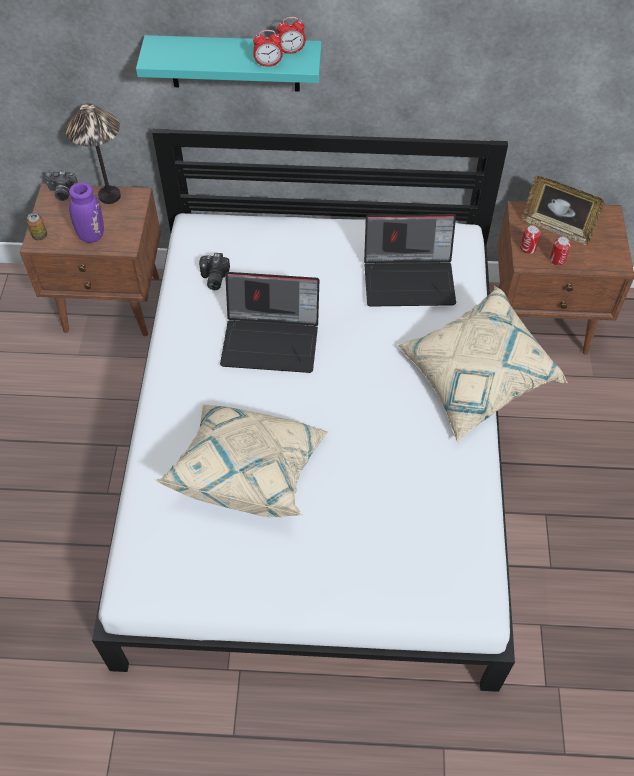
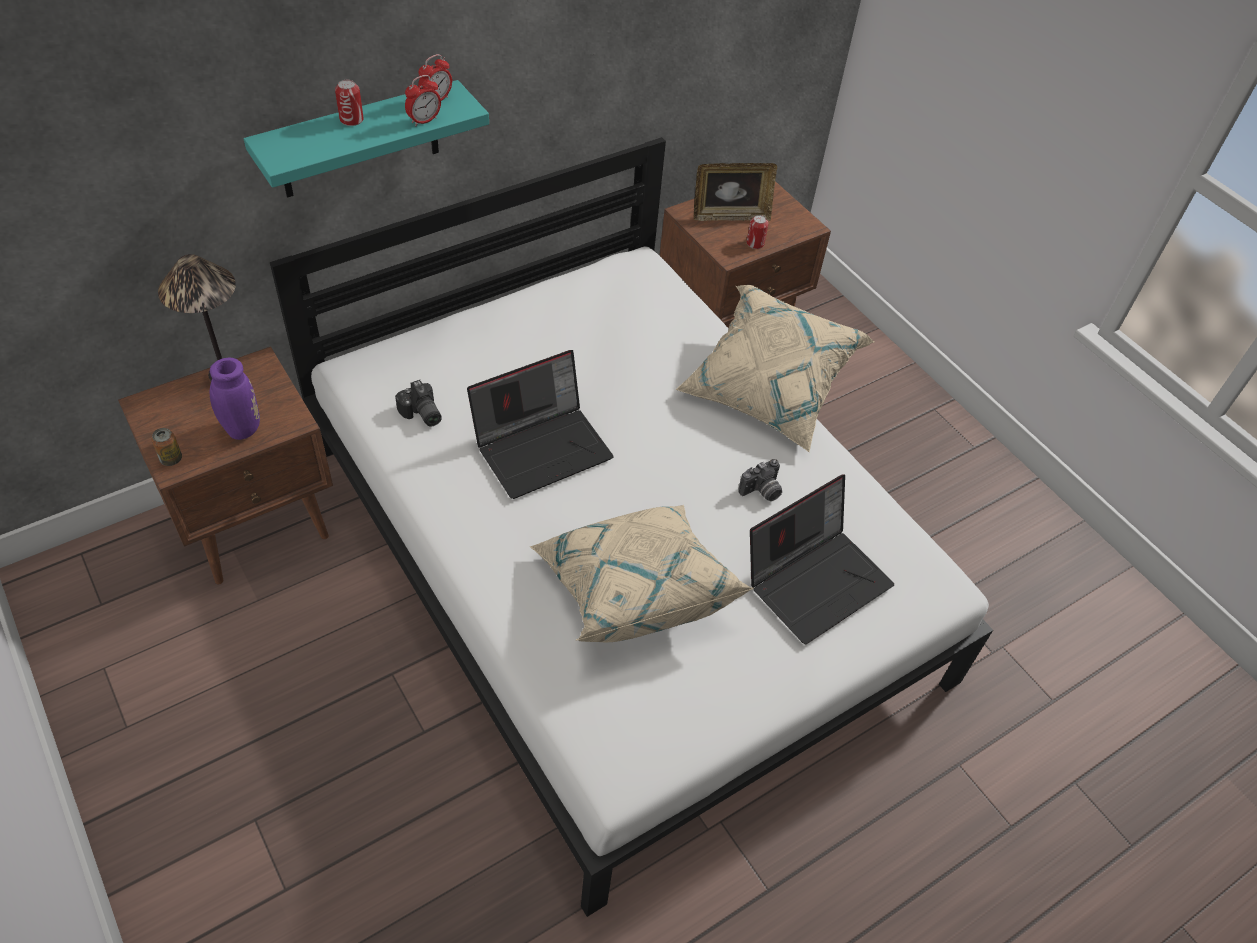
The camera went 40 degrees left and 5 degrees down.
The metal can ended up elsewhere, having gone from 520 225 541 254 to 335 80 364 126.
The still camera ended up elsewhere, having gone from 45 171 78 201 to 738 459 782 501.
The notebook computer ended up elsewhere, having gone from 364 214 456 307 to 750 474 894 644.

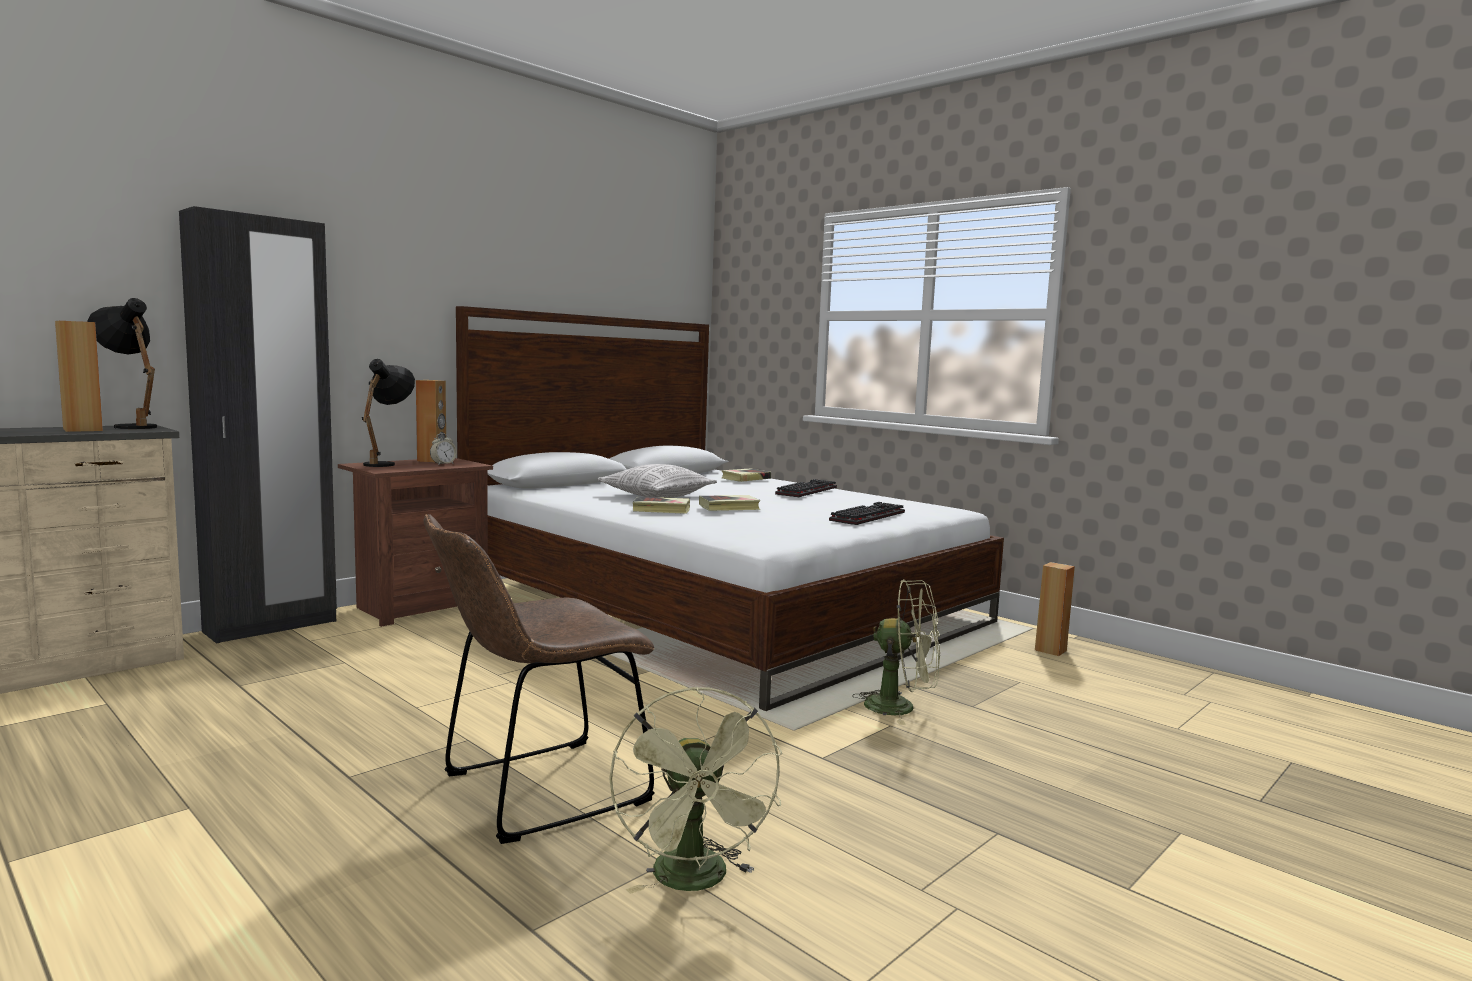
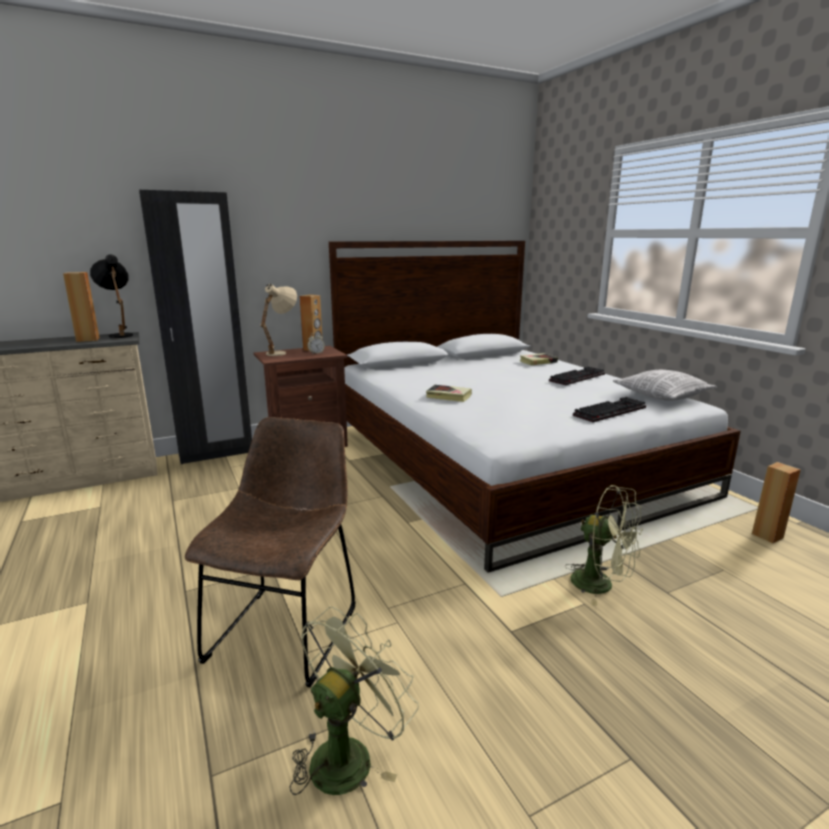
The camera went 20 degrees right and 10 degrees up.
The brownish chair at 424 514 655 844 ended up facing another way, 120 degrees clockwise from before.
What was the black-coloured lamp for a table at 362 359 415 467 turned into the sand-coloured lamp for a table at 261 284 297 356.
The green-coloured cooling fan at 609 686 782 894 ended up facing another way, 150 degrees counterclockwise from before.
The throw pillow ended up elsewhere, having gone from 597 464 717 498 to 613 370 717 401.
The second view lost the book at 699 495 760 511.

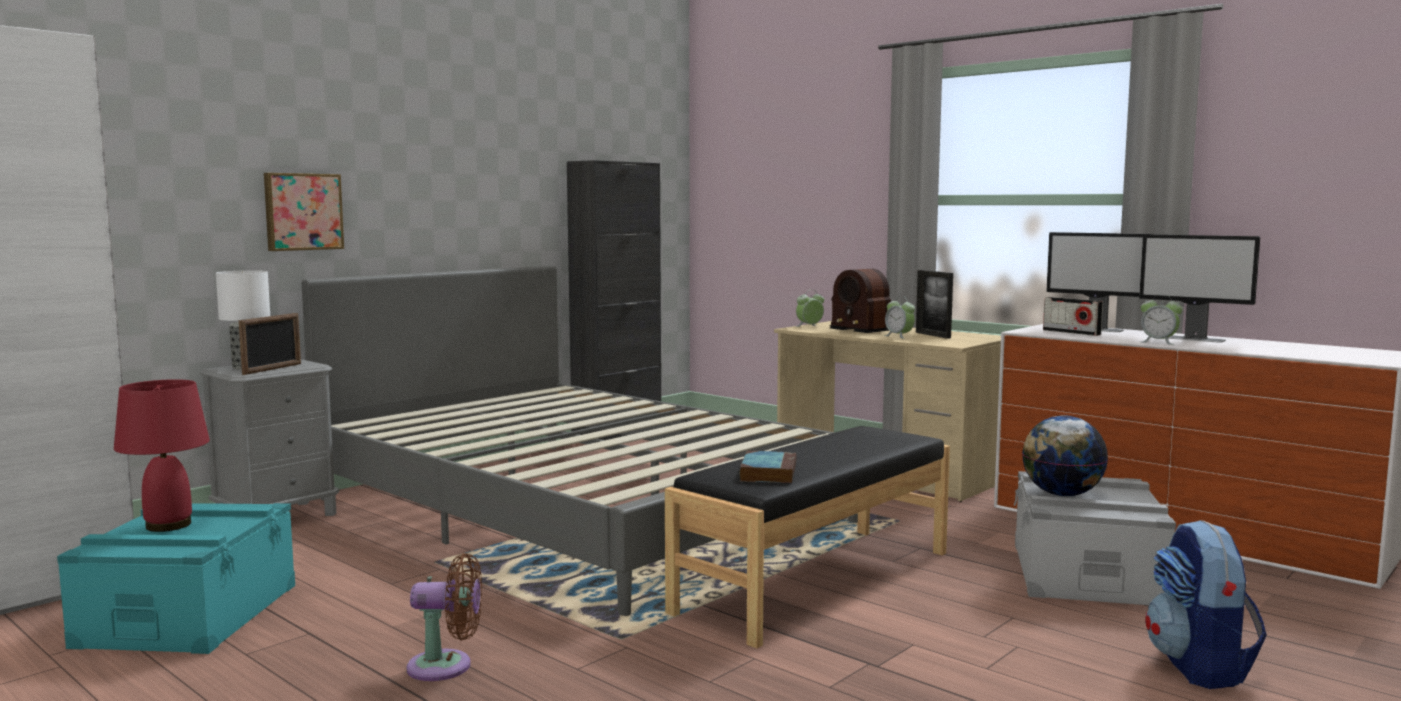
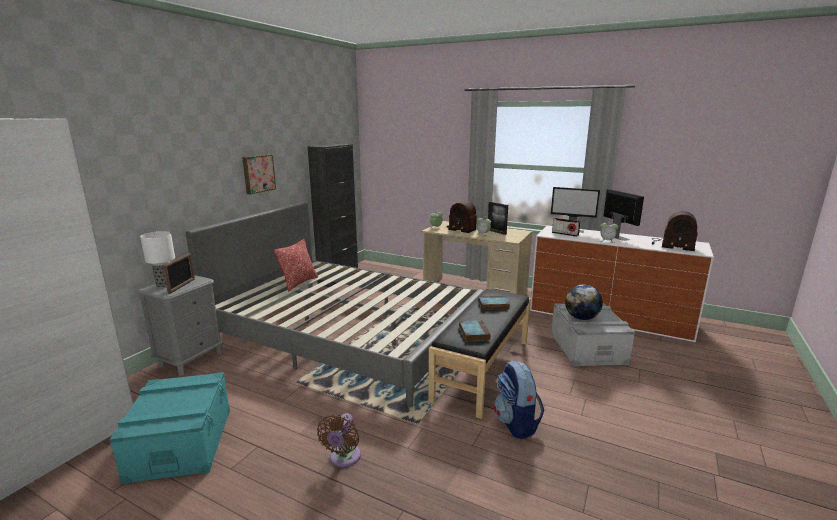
The camera went 15 degrees left and 10 degrees up.
The wall art ended up elsewhere, having gone from 264 173 344 251 to 242 154 276 194.
The second view gained the throw pillow at 274 239 318 292.
The brownish cooling fan at 407 553 482 681 ended up facing another way, 120 degrees clockwise from before.
The second view gained the book at 478 296 510 310.
The backpack ended up elsewhere, having gone from 1145 520 1267 689 to 494 360 544 439.
The monitor at 1139 234 1260 342 ended up facing another way, 135 degrees counterclockwise from before.
The second view gained the radio set at 651 211 698 251.
The second view lost the red lamp for a table at 114 379 210 532.

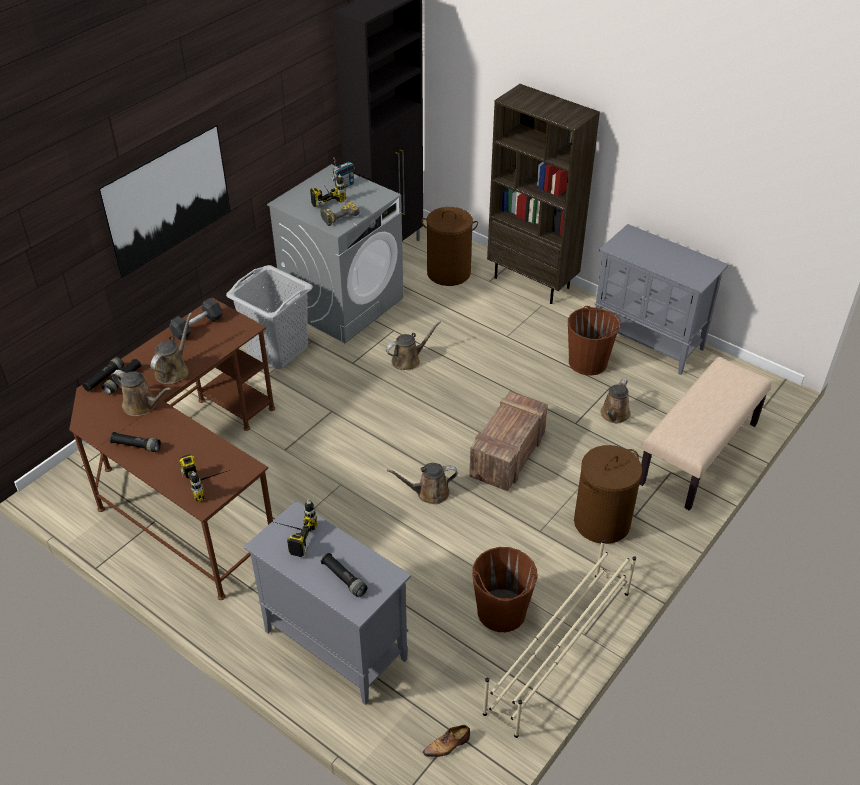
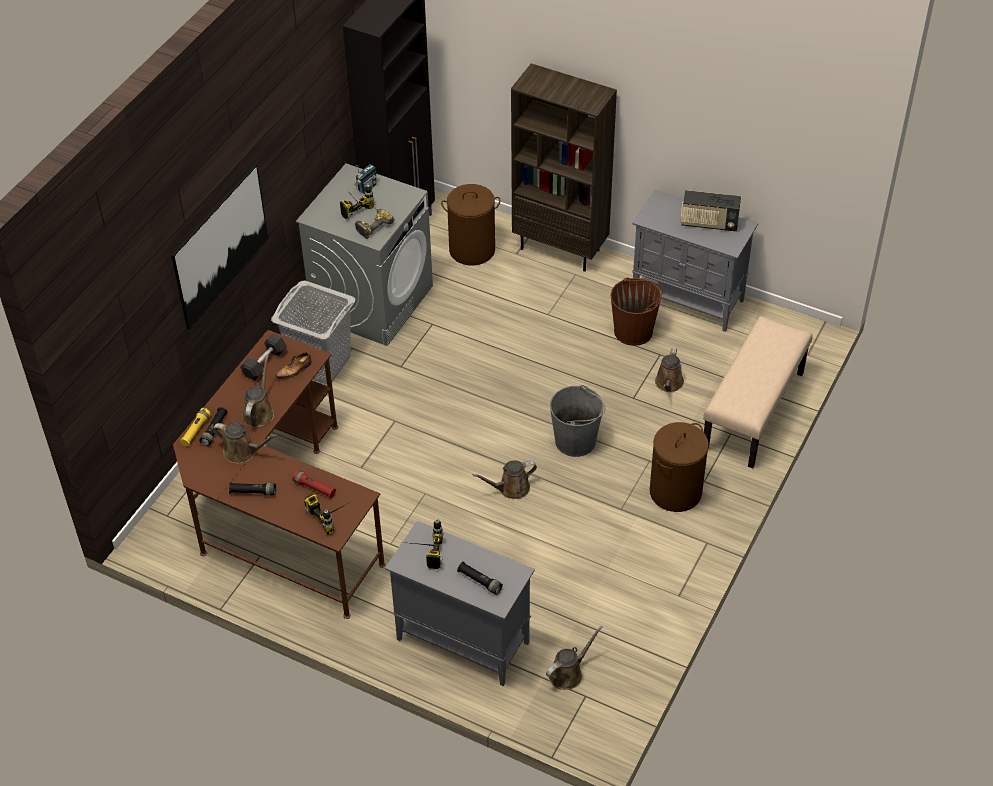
The camera went 10 degrees left and 5 degrees up.
What was the black-coloured flashlight at 82 357 124 392 turned into the yellow flashlight at 180 408 211 446.
The shoe ended up elsewhere, having gone from 423 725 470 757 to 275 352 311 379.
The second view gained the red flashlight at 292 470 336 498.
The brownish sprinkling can ended up elsewhere, having gone from 386 321 441 370 to 546 626 603 690.
Where the crate stood at 469 391 548 491, the grey water bucket came to stand at 550 385 605 457.
The second view gained the radio set at 681 190 741 231.
The second view lost the brownish water bucket at 472 547 538 632.
The second view lost the sand-coloured shoe rack at 483 539 636 738.

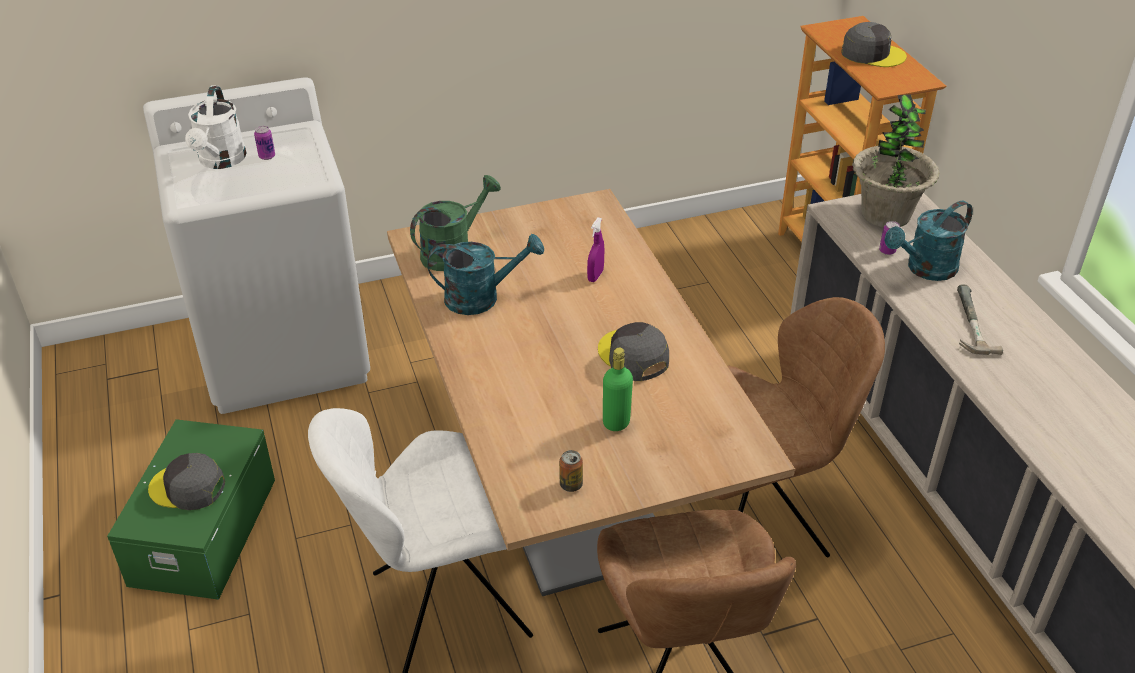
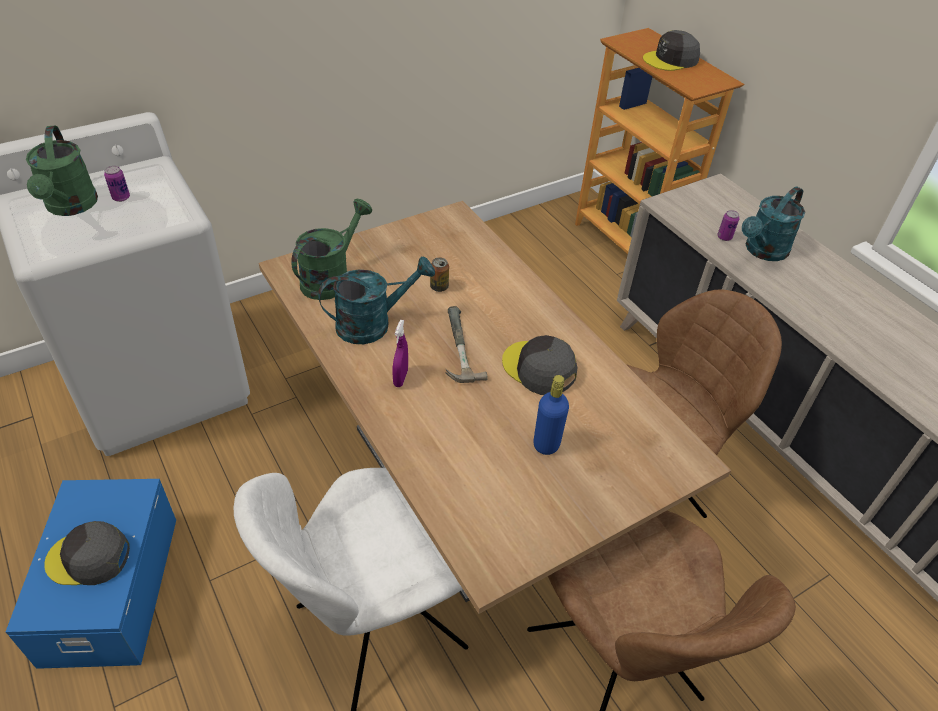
The camera went 15 degrees left and 5 degrees up.
What was the green-coloured storage box at 107 419 275 600 turned into the bluish storage box at 6 479 176 669.
What was the white-coloured sprinkling can at 185 85 247 169 turned into the green-coloured sprinkling can at 26 126 98 216.
The purple-coloured sprayer ended up elsewhere, having gone from 587 217 604 282 to 393 320 408 387.
The metal can ended up elsewhere, having gone from 559 450 583 492 to 430 258 449 292.
The hammer ended up elsewhere, having gone from 957 285 1003 355 to 445 306 488 383.
What was the green-coloured beverage bottle at 603 348 633 431 turned into the bluish beverage bottle at 533 375 569 455.
The grey baseball cap at 841 22 907 67 ended up facing another way, 150 degrees clockwise from before.
The second view lost the houseplant at 852 95 939 227.

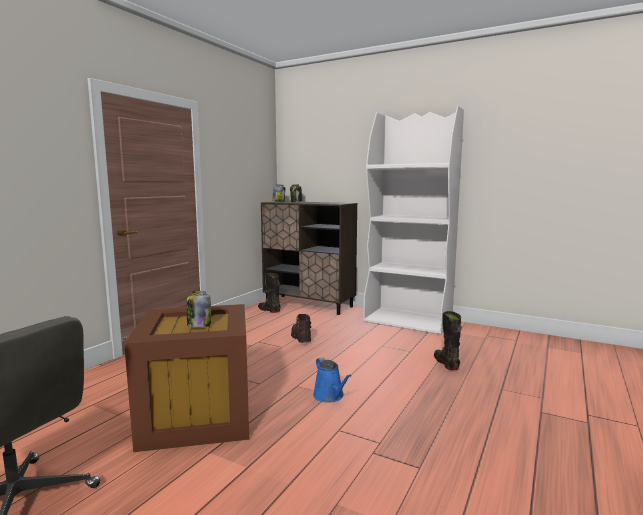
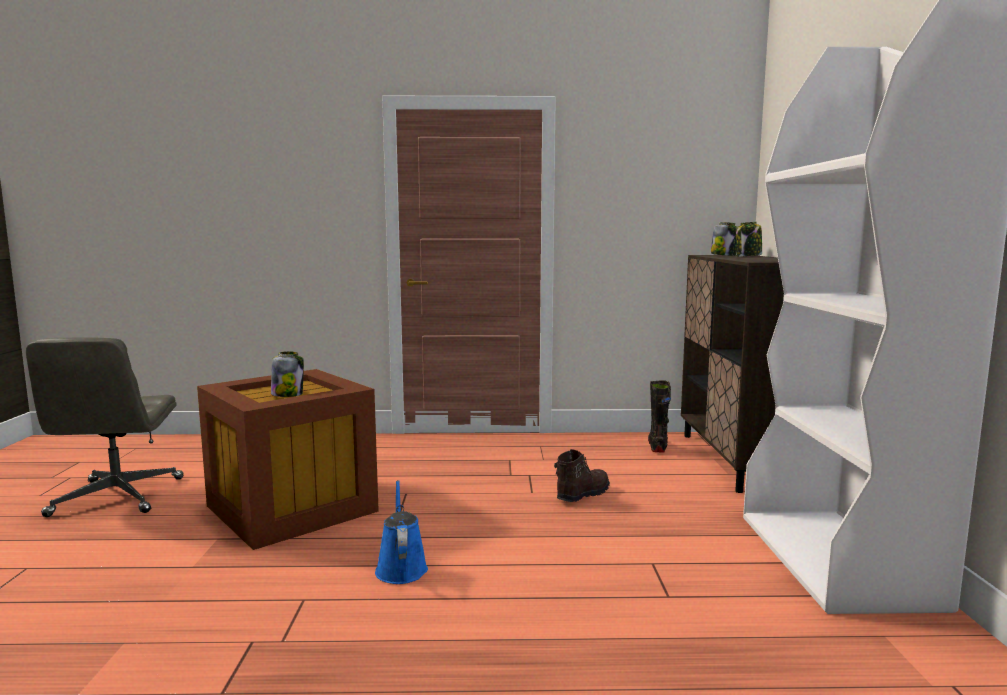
The camera went 60 degrees right and 0 degrees up.
The bluish sprinkling can at 313 357 351 403 ended up facing another way, 135 degrees clockwise from before.
The second view lost the black-coloured boot at 434 311 462 370.

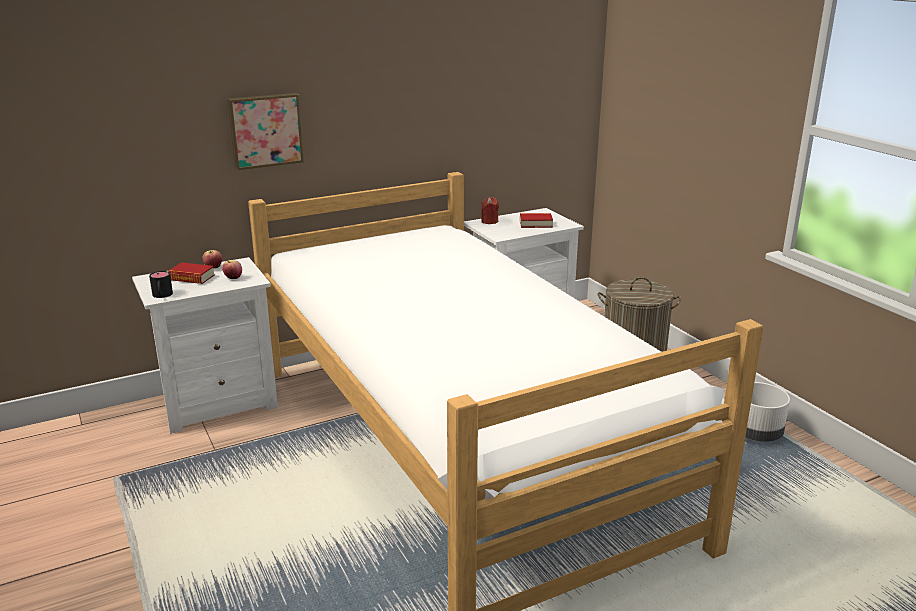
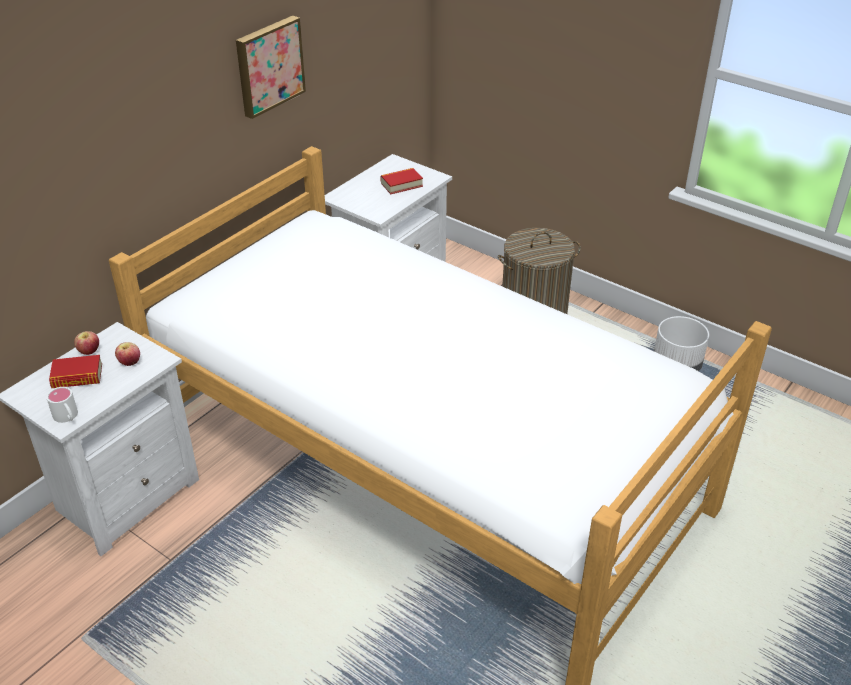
The camera went 25 degrees left and 15 degrees up.
What was the black-coloured coffee mug at 149 271 173 298 turned into the white-coloured coffee mug at 46 387 78 423.
The wall art ended up elsewhere, having gone from 227 93 304 170 to 236 16 306 119.
The second view lost the red wax candle at 481 197 499 224.

